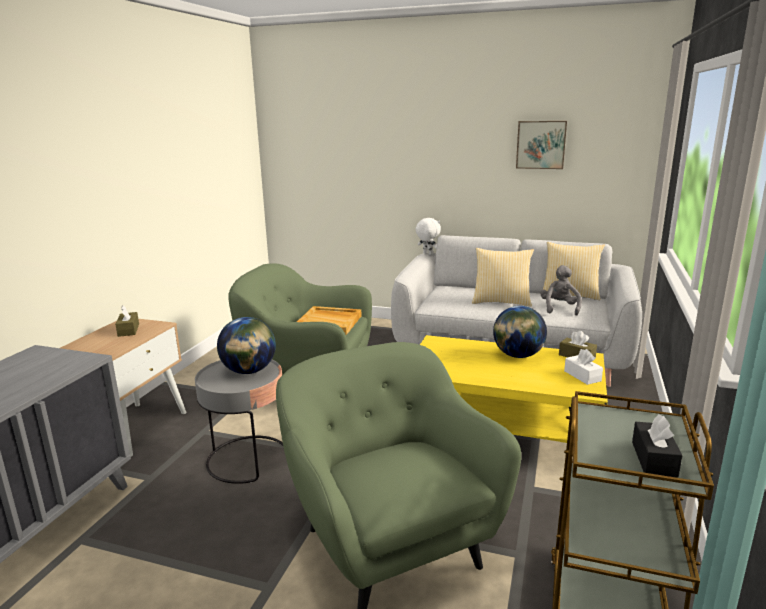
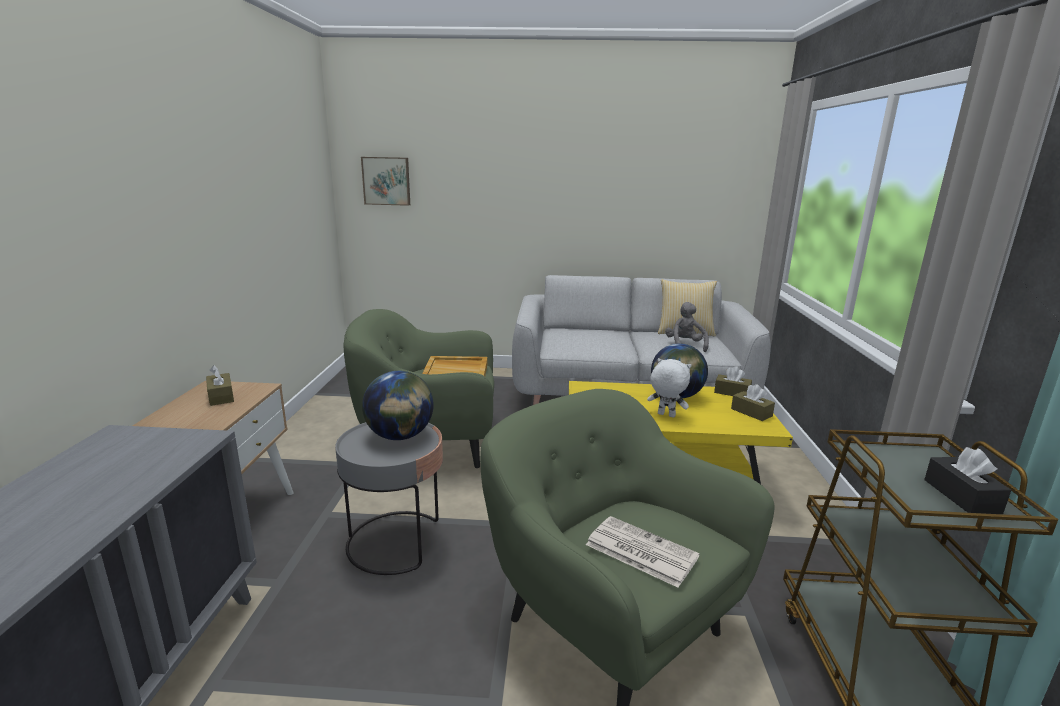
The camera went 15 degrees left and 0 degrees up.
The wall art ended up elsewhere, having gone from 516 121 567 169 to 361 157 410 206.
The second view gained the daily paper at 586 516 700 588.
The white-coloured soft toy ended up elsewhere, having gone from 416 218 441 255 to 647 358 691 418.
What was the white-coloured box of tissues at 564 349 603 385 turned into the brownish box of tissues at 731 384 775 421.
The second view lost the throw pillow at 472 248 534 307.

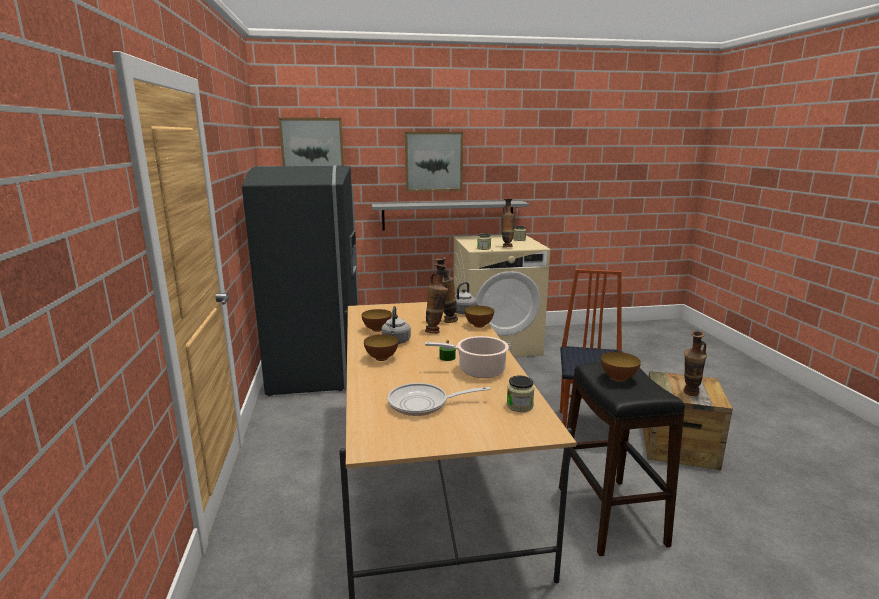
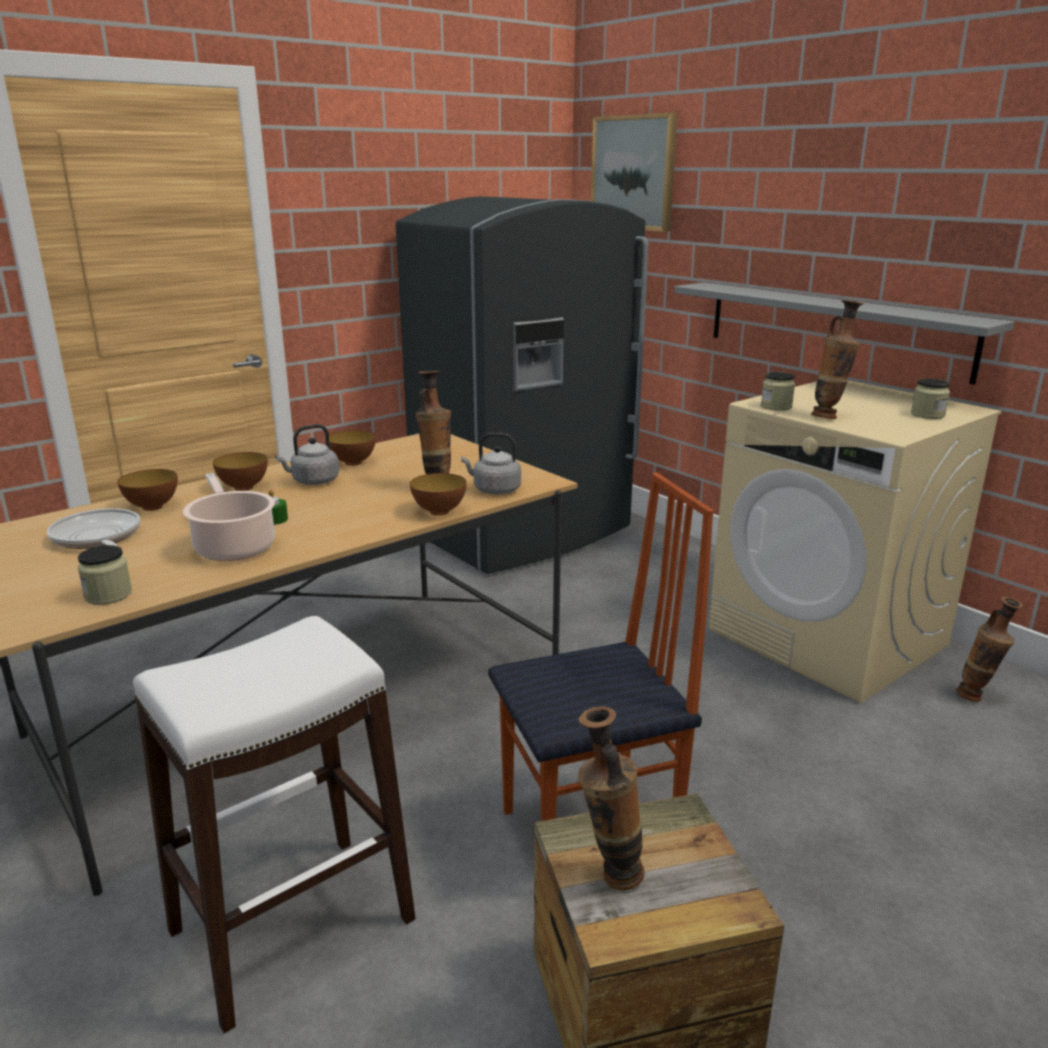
The camera went 60 degrees right and 5 degrees up.
The deep dish ended up elsewhere, having gone from 601 352 641 382 to 117 469 178 511.
What was the black-coloured stool at 559 362 685 556 turned into the white-coloured stool at 133 616 416 1033.
The vase ended up elsewhere, having gone from 425 264 448 334 to 956 597 1023 702.
The second view lost the wall art at 405 132 463 192.

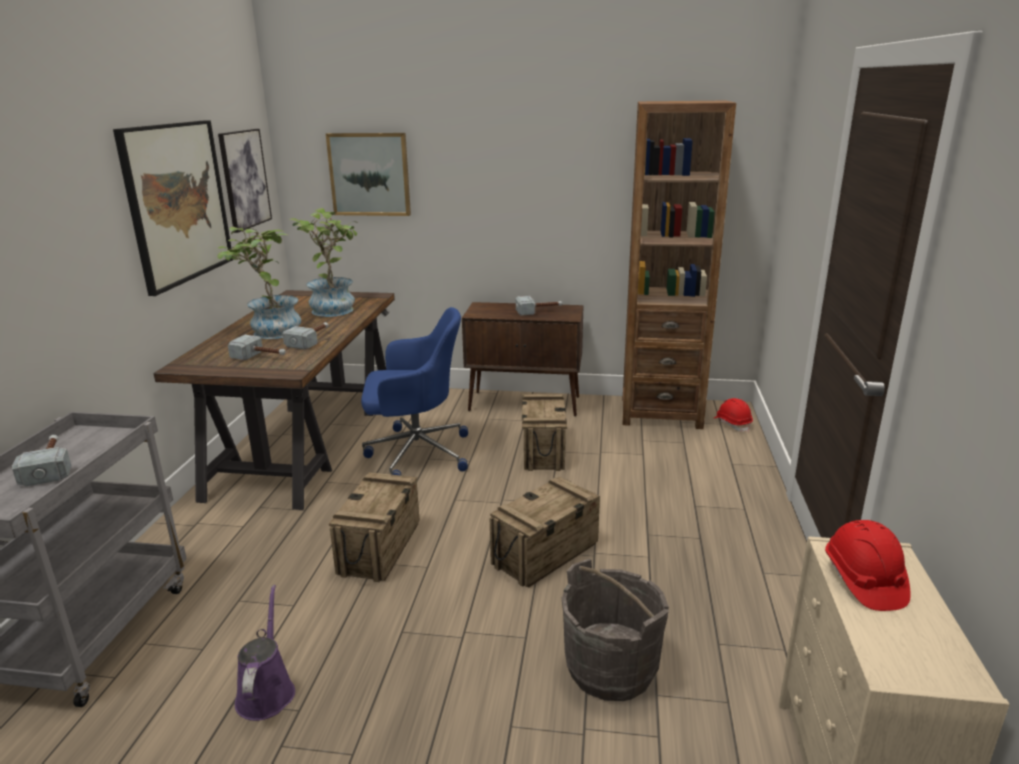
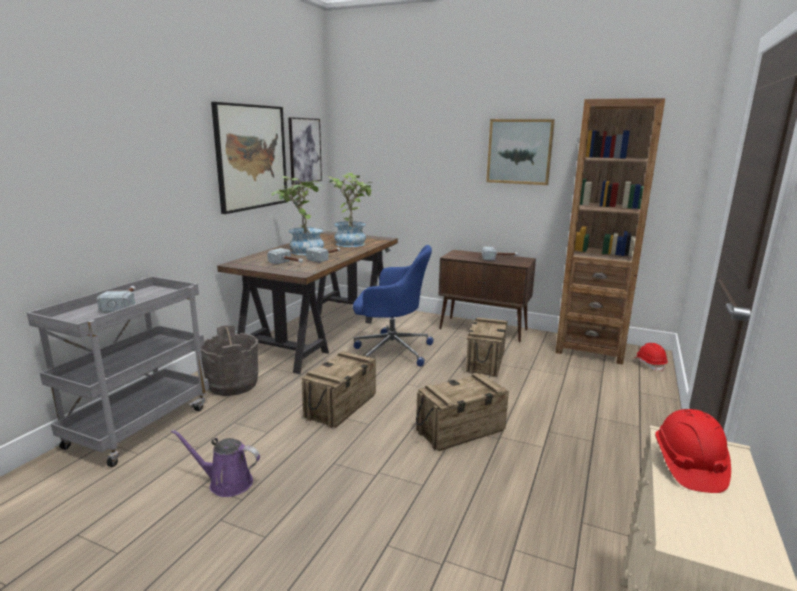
The camera went 15 degrees right and 5 degrees down.
The purple-coloured sprinkling can at 235 585 295 721 ended up facing another way, 90 degrees counterclockwise from before.
The grey water bucket ended up elsewhere, having gone from 562 559 669 701 to 201 326 258 396.
The wall art ended up elsewhere, having gone from 326 133 411 216 to 486 119 555 185.

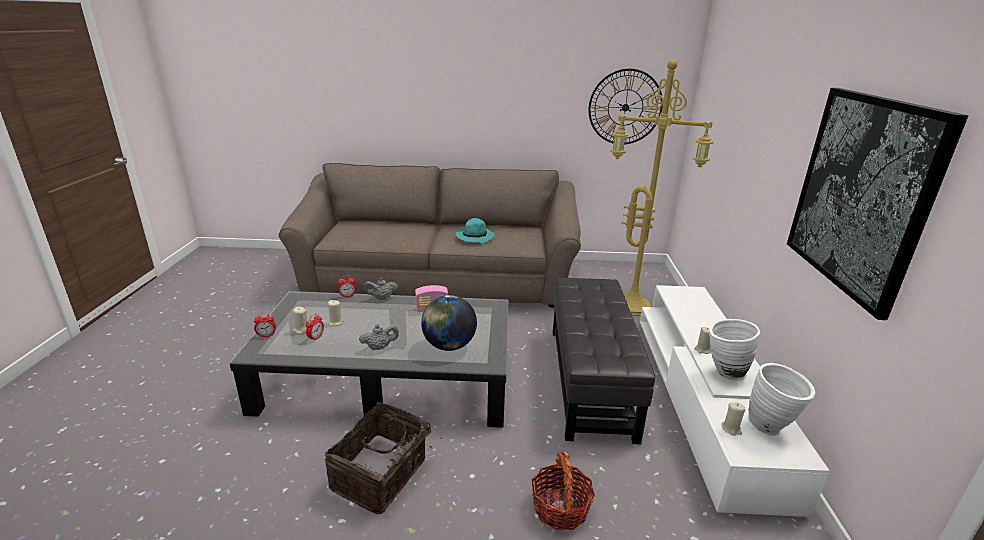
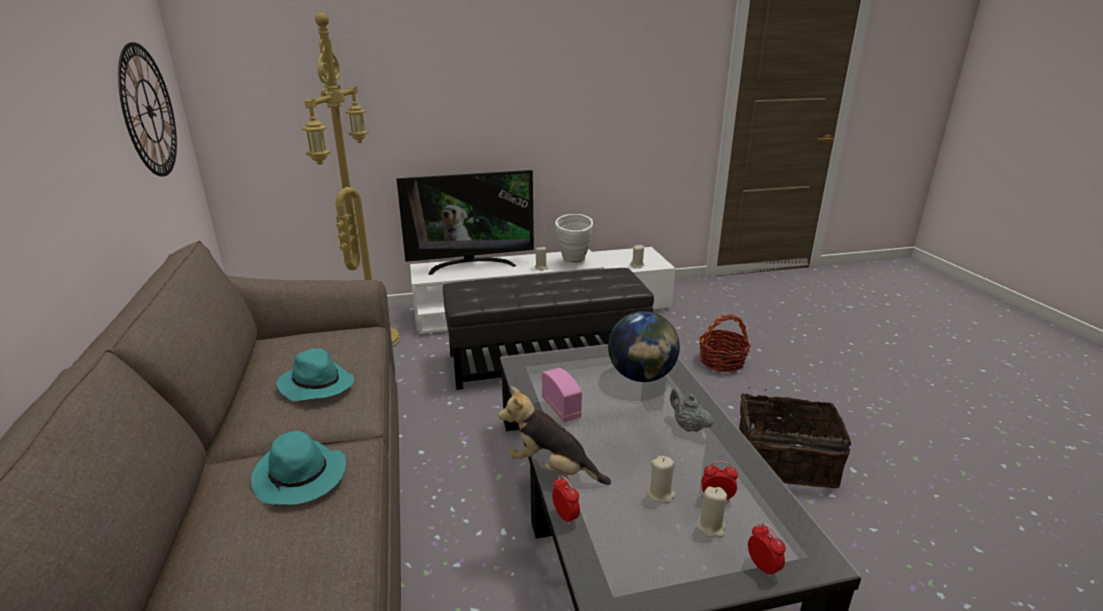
The camera went 105 degrees left and 0 degrees up.
The second view gained the turquoise clothing hat at 251 431 346 505.
The second view gained the TV set at 397 170 534 275.
Where the grey pot for tea stood at 364 278 398 300, the soft toy came to stand at 498 386 611 485.
The second view lost the white-coloured vase at 747 363 815 436.
The second view lost the wall art at 787 88 968 320.

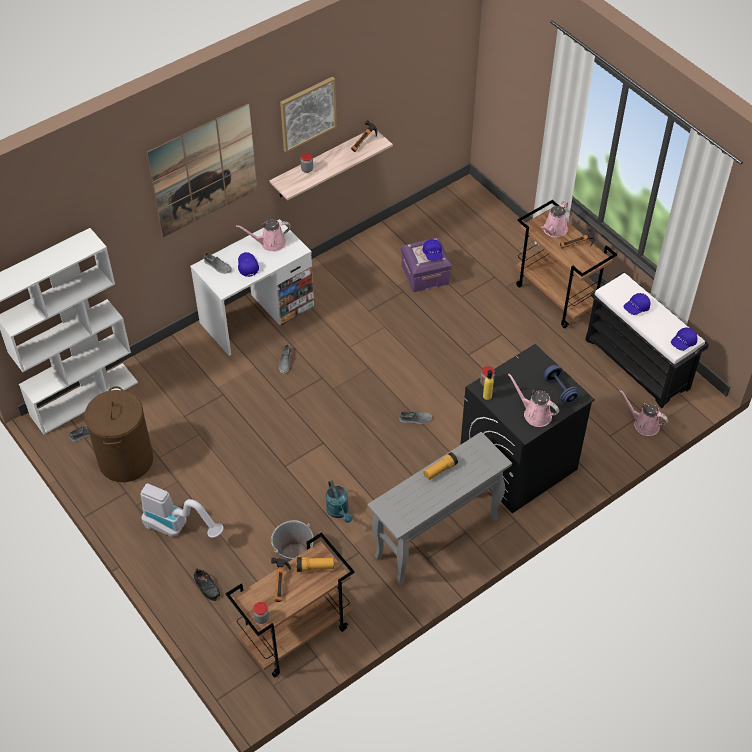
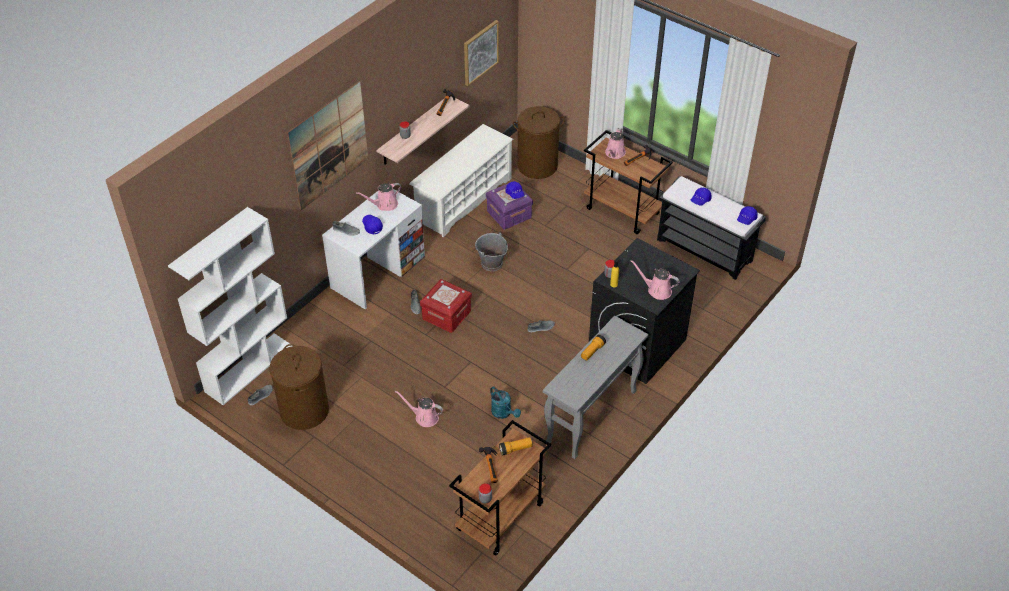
The camera went 15 degrees left and 5 degrees down.
The pink-coloured sprinkling can ended up elsewhere, having gone from 620 390 668 436 to 395 391 443 427.
The second view gained the white-coloured shoe rack at 409 124 513 237.
The second view gained the red storage box at 420 279 472 333.
The wall art ended up elsewhere, having gone from 280 76 337 153 to 464 20 499 86.
The grey water bucket ended up elsewhere, having gone from 271 520 313 562 to 475 233 508 271.
The second view gained the brownish laundry basket at 513 106 565 179.
The second view lost the vacuum cleaner at 141 484 224 538.
The second view lost the black-coloured shoe at 194 568 220 601.
The second view lost the bluish hand weight at 544 365 579 404.

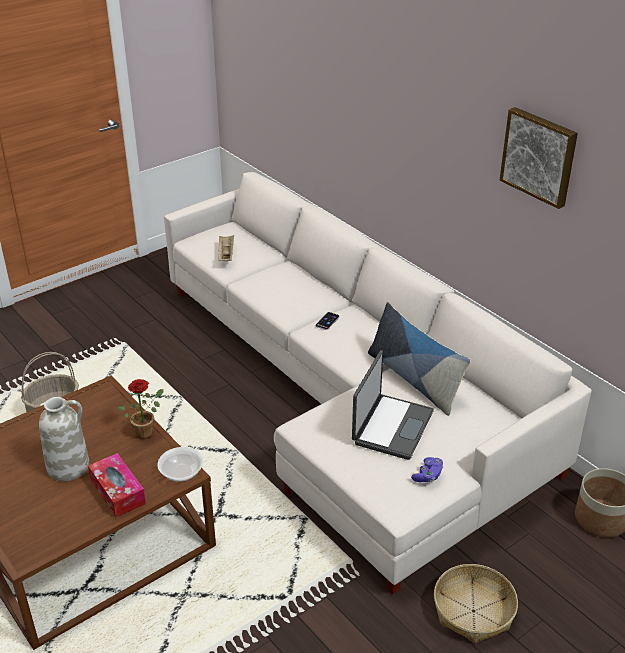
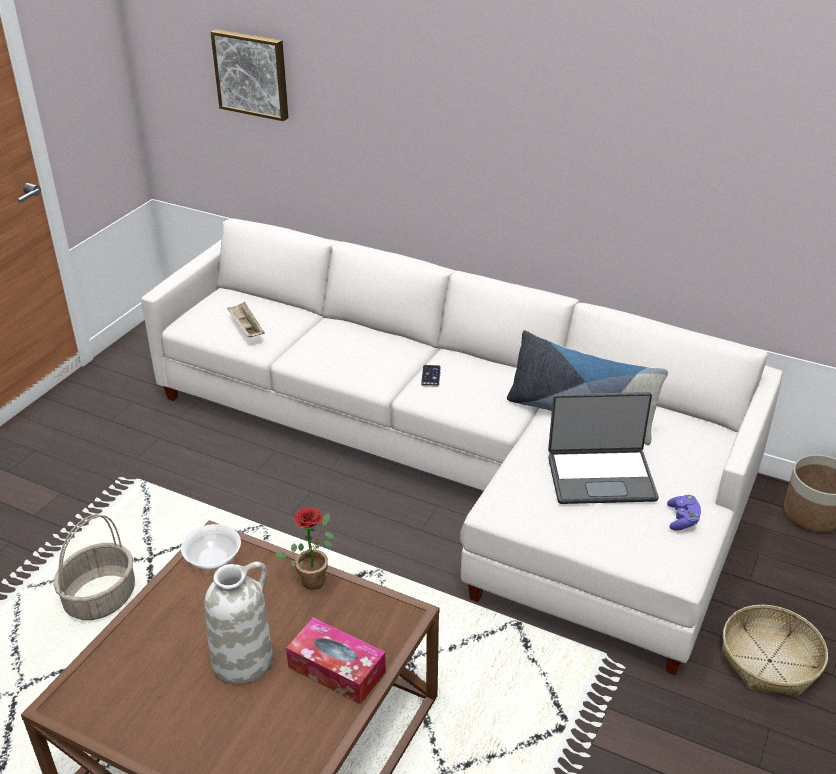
The camera went 25 degrees left and 0 degrees up.
The deep dish ended up elsewhere, having gone from 157 447 203 482 to 181 524 241 570.
The wall art ended up elsewhere, having gone from 500 107 578 209 to 211 29 288 121.
The notebook computer at 352 350 434 460 ended up facing another way, 90 degrees clockwise from before.

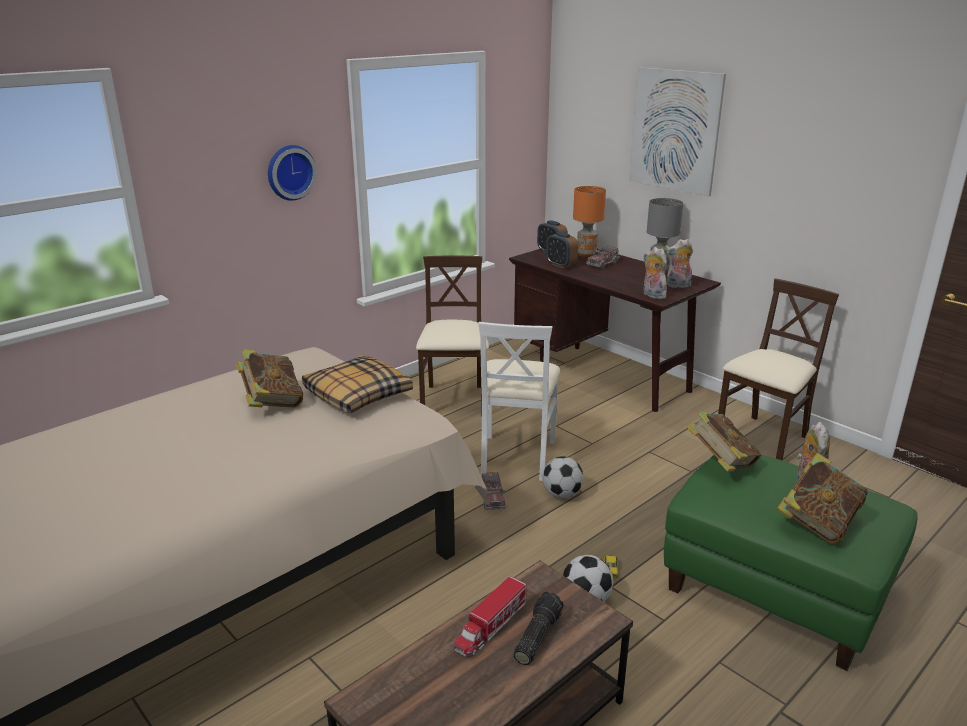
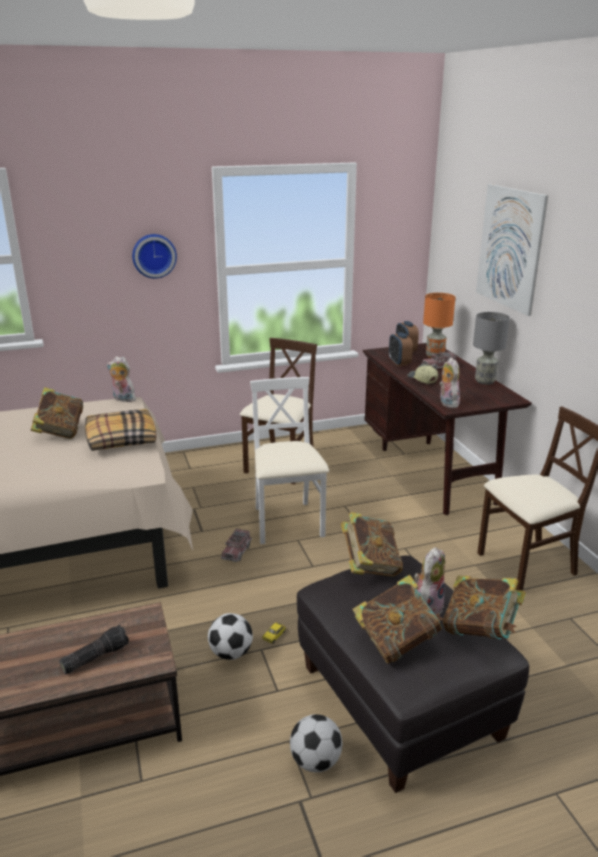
The camera went 25 degrees right and 0 degrees up.
The soft toy ended up elsewhere, having gone from 666 239 693 288 to 107 356 136 402.
The white-coloured chair at 478 322 560 481 ended up facing another way, 135 degrees clockwise from before.
The football ended up elsewhere, having gone from 542 456 584 499 to 290 714 342 773.
What was the green-coloured pouffe at 664 455 918 671 turned into the black-coloured pouffe at 297 555 529 793.
The second view gained the baseball cap at 408 364 438 384.
The second view gained the book at 443 576 526 639.
The second view lost the toy truck at 454 576 527 657.

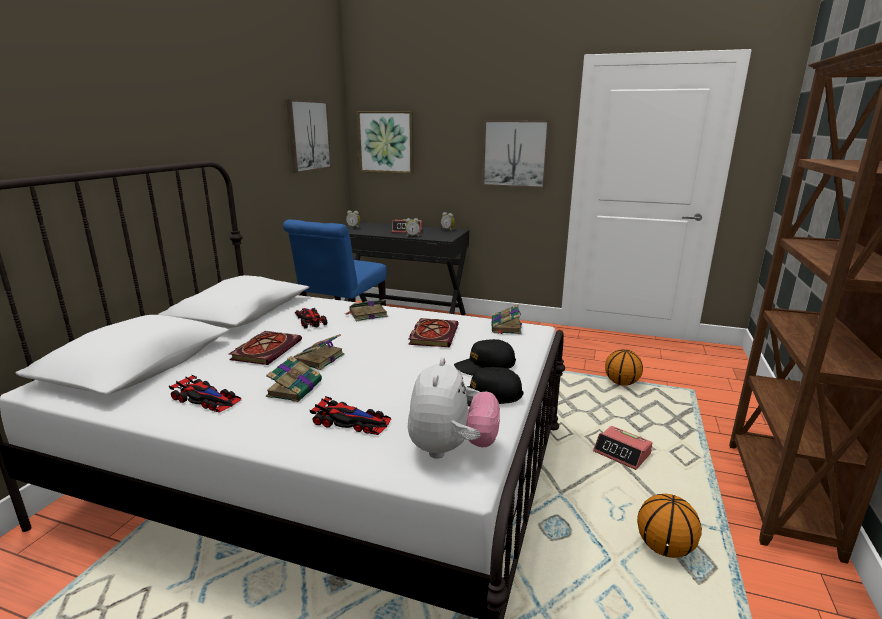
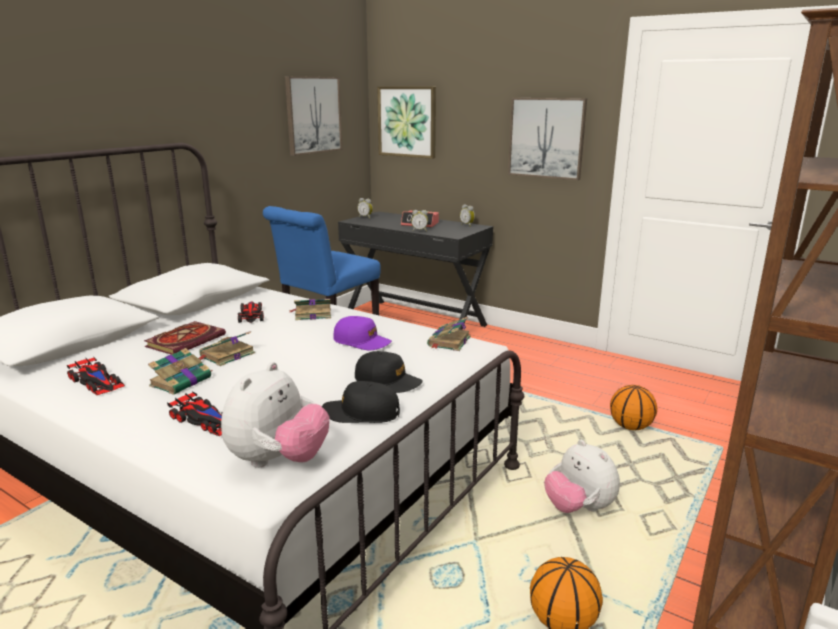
The camera went 15 degrees right and 0 degrees up.
Where the book stood at 408 318 459 347, the purple-coloured baseball cap came to stand at 333 316 392 350.
The black-coloured baseball cap at 454 339 516 375 ended up facing another way, 150 degrees counterclockwise from before.
Where the bedside clock stood at 593 426 652 470, the soft toy came to stand at 544 440 620 513.

